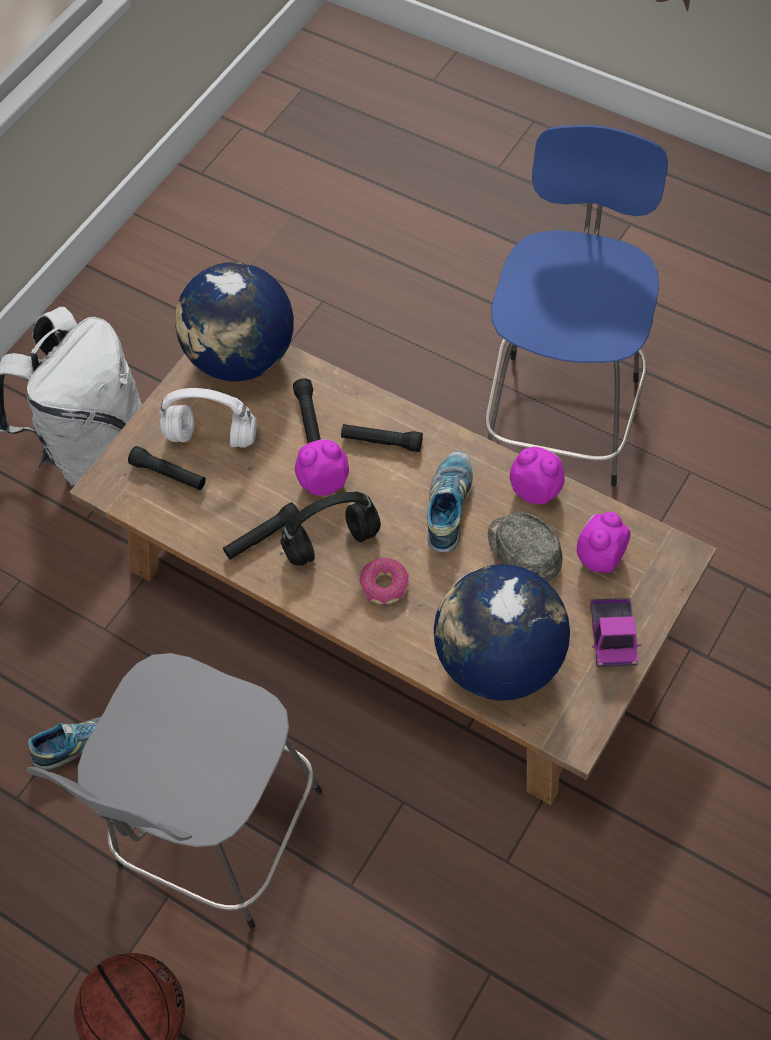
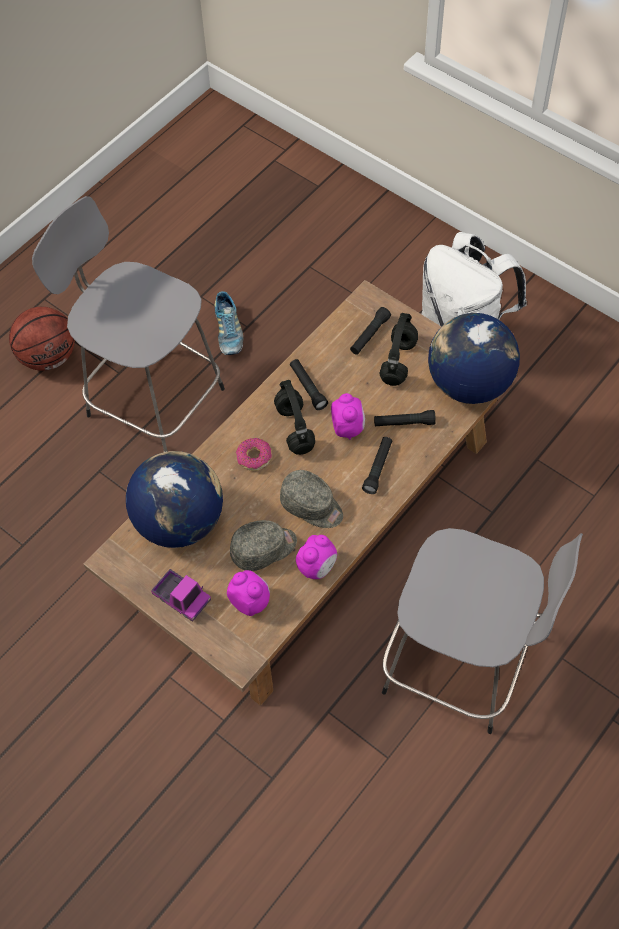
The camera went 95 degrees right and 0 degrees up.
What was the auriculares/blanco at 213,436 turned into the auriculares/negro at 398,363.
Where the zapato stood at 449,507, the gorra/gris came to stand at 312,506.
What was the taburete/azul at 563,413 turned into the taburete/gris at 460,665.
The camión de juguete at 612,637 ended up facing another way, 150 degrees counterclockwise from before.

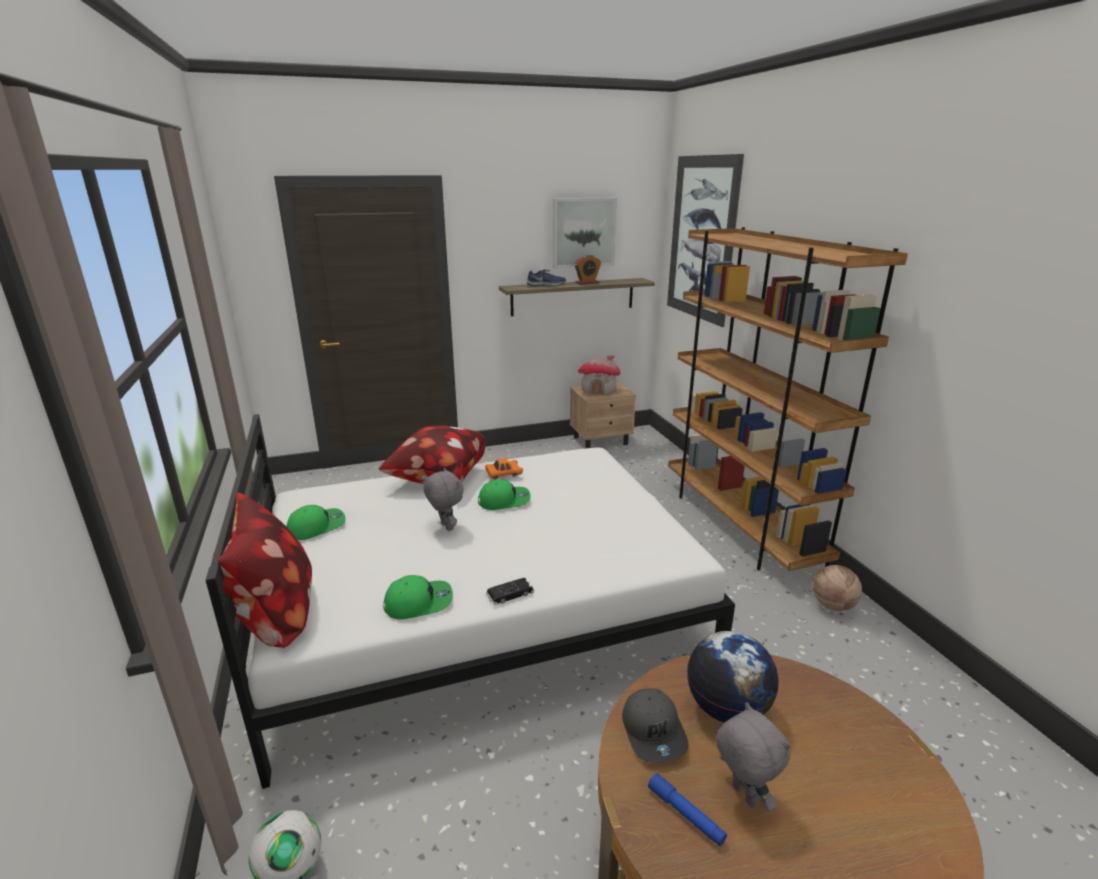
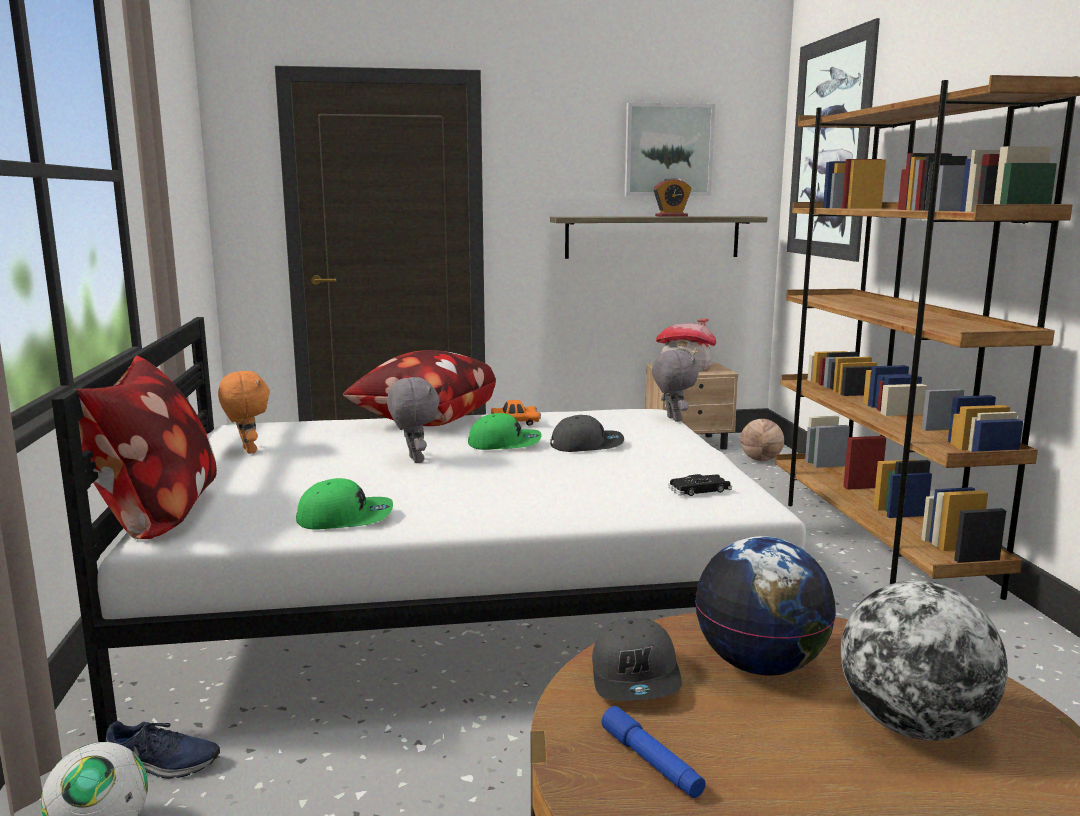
The camera went 10 degrees right and 10 degrees down.
Where the gorra/verde stood at 316,526, the peluche/naranja came to stand at 247,450.
The coche de juguete/negro ended up elsewhere, having gone from 510,594 to 699,490.
The zapato/azul ended up elsewhere, having gone from 546,285 to 161,765.
The peluche/gris ended up elsewhere, having gone from 742,795 to 672,419.
The balón de baloncesto ended up elsewhere, having gone from 832,605 to 760,460.
The second view gained the gorra/gris at 587,445.
The second view gained the globo terráqueo at 913,726.

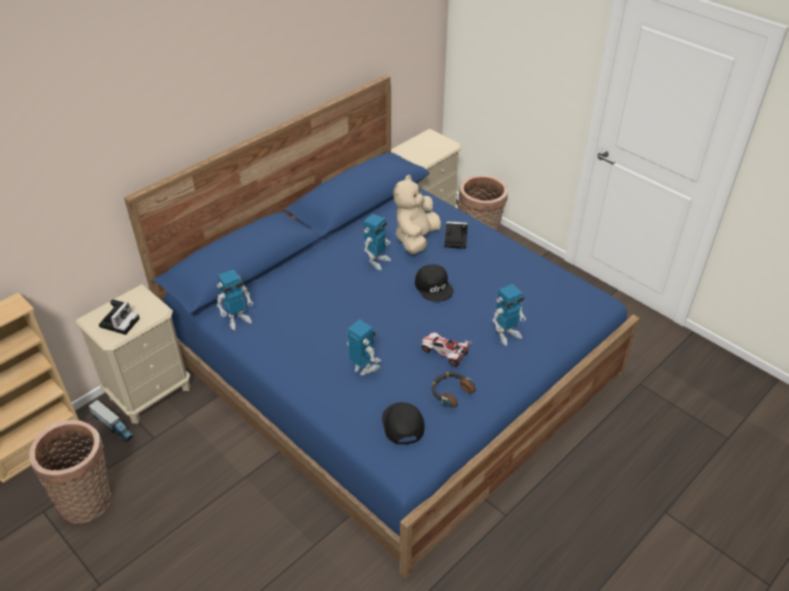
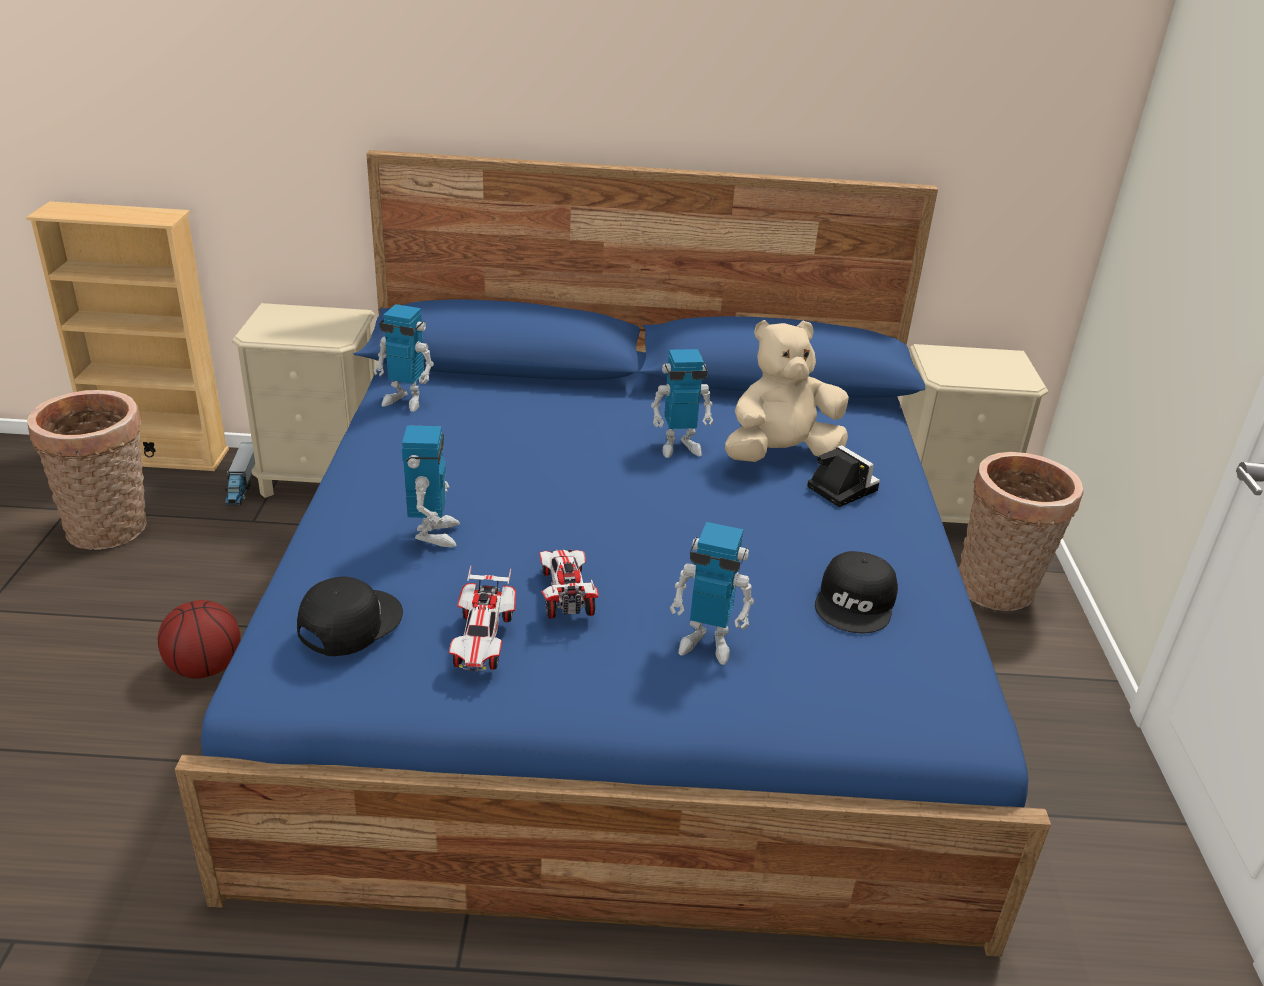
The camera went 45 degrees right and 10 degrees down.
The second view lost the cámara at 120,321.
The gorra/negro ended up elsewhere, having gone from 434,287 to 856,602.
Where the auriculares stood at 451,391, the coche de juguete came to stand at 483,640.
The second view gained the balón de baloncesto at 204,667.

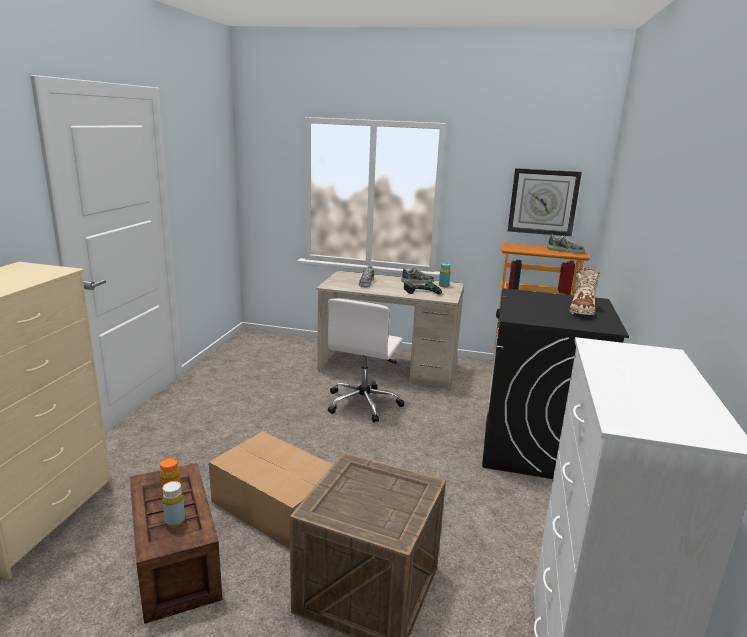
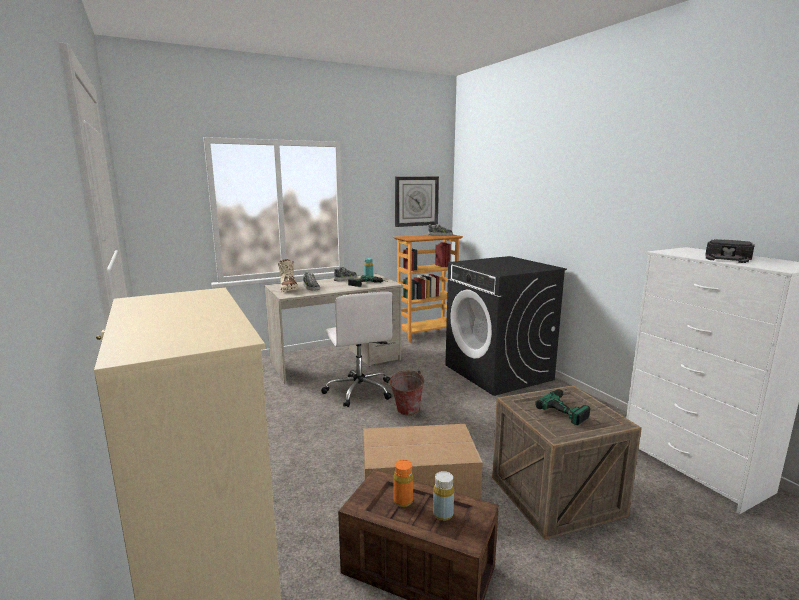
The camera went 40 degrees left and 5 degrees down.
The bota/beis ended up elsewhere, having gone from 582,310 to 288,289.
The second view gained the cubo at 405,412.
The second view gained the taladro at 568,407.
The second view gained the gorra/negro at 728,258.

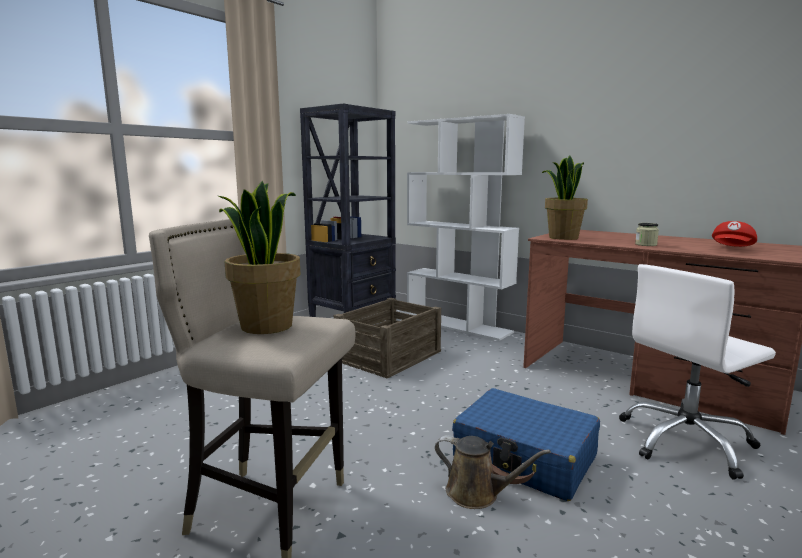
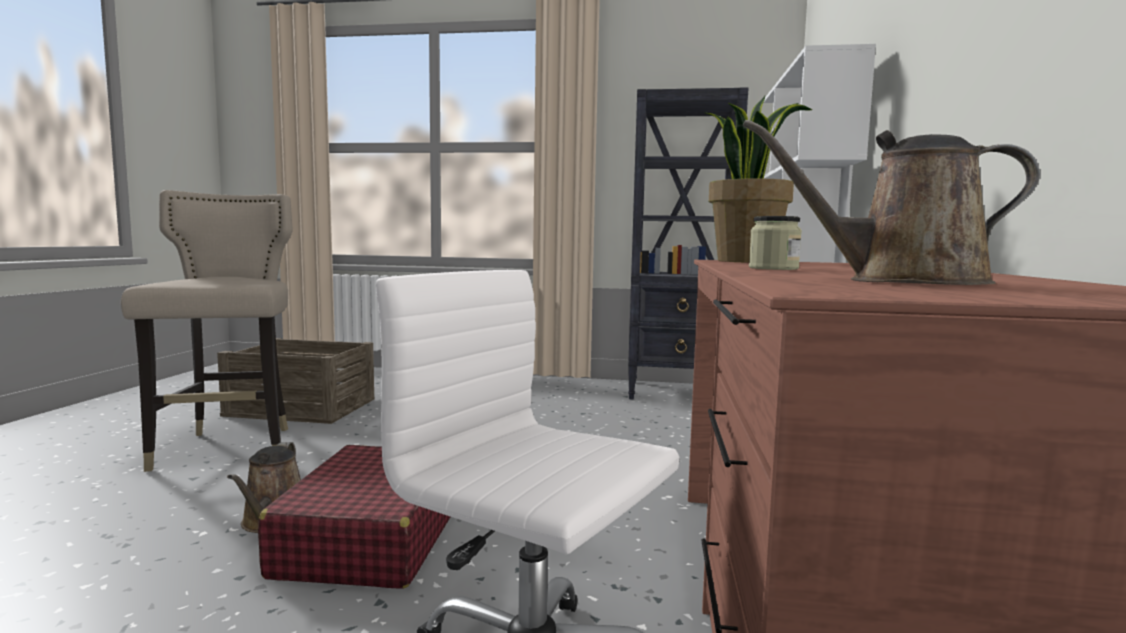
The camera went 60 degrees right and 5 degrees down.
The second view lost the planta en maceta at 266,326.
The caja de embalaje ended up elsewhere, having gone from 388,356 to 301,407.
What was the maleta/azul at 525,458 turned into the maleta/rojo at 372,538.
Where the gorra/rojo stood at 732,248, the regadera/marrón came to stand at 901,281.

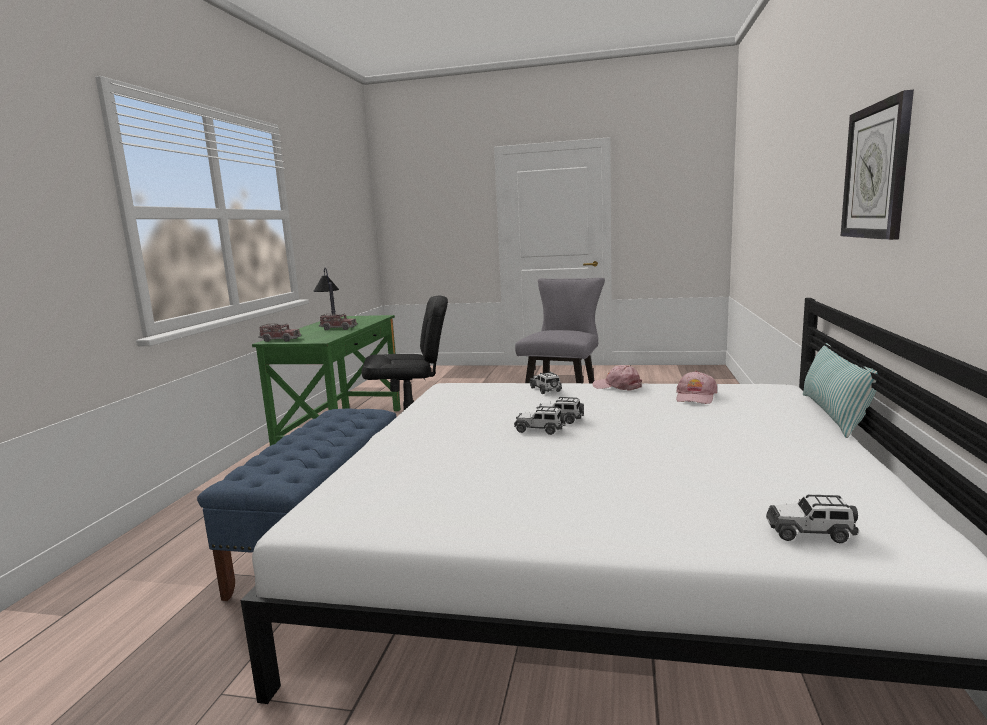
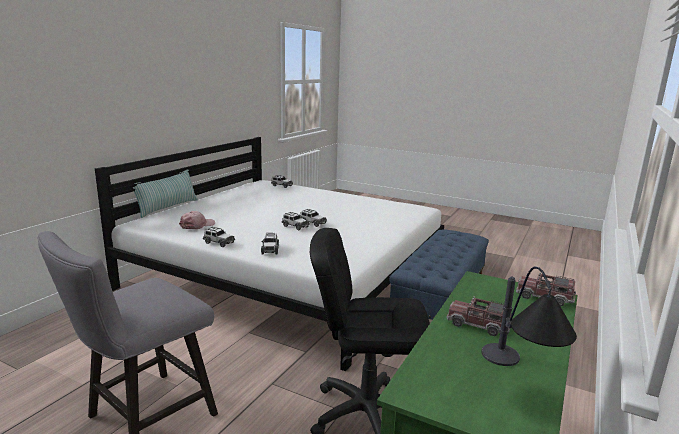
The camera went 165 degrees left and 5 degrees up.
Where the gorra/rosa stood at 617,386, the coche de juguete came to stand at 218,243.
The second view lost the reloj de pared at 876,171.

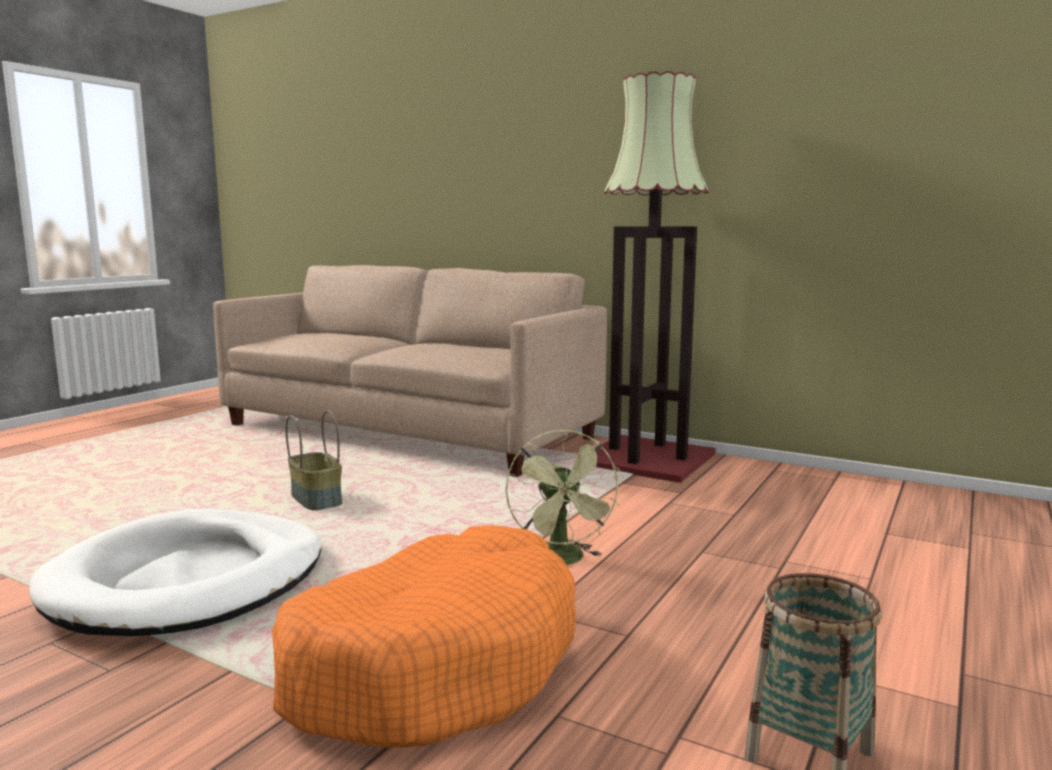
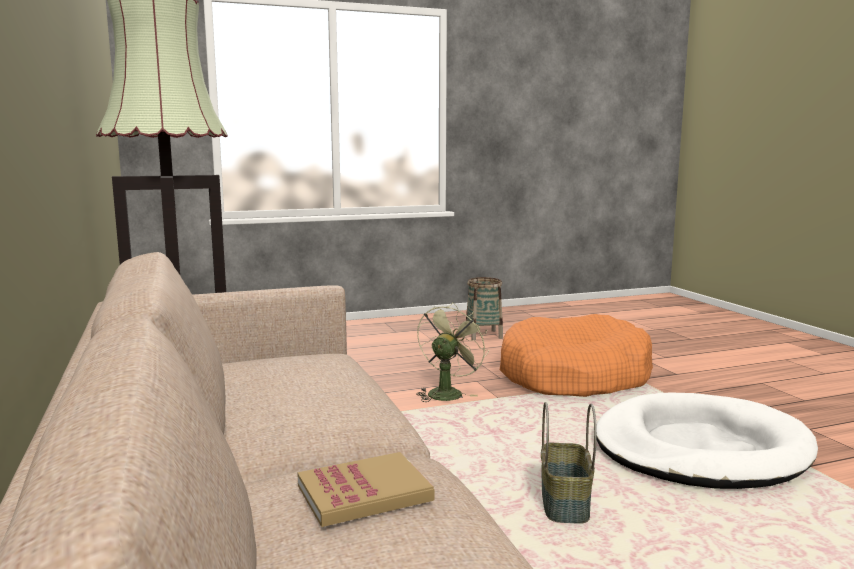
The camera went 140 degrees left and 0 degrees up.
The second view gained the libro at 364,493.

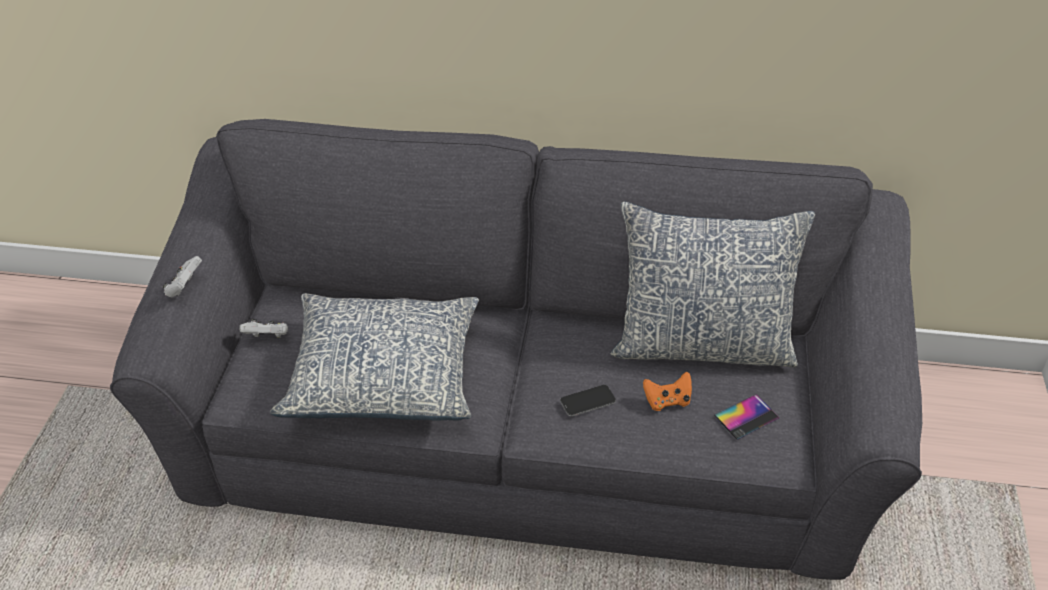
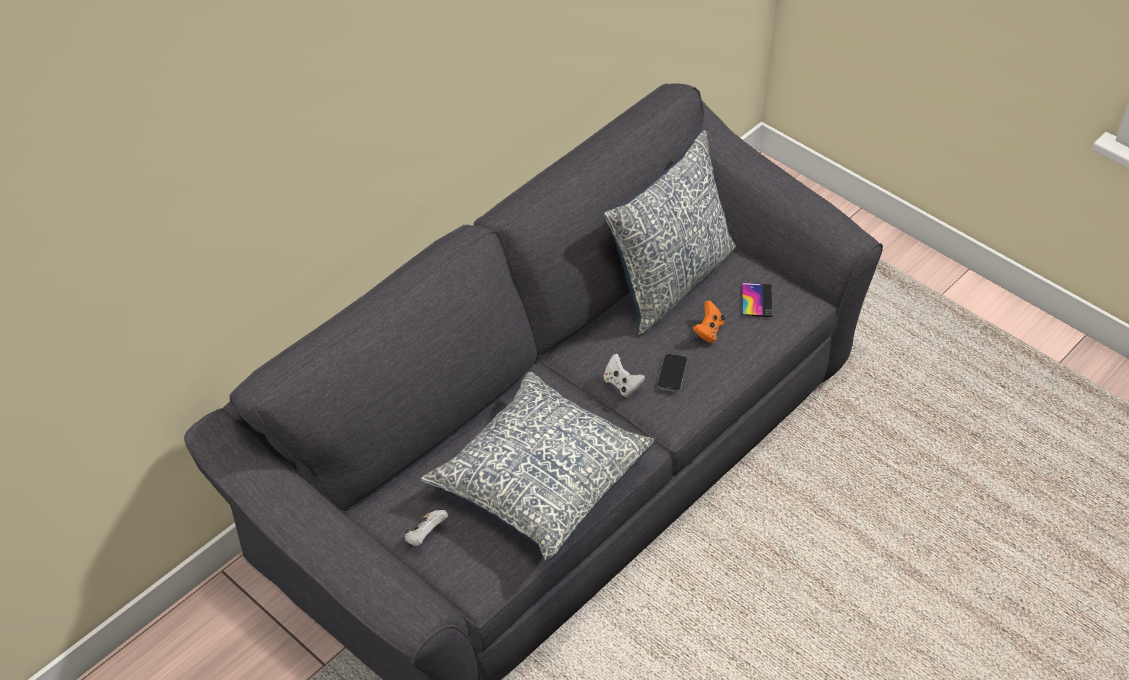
The camera went 55 degrees left and 5 degrees up.
The mando de consola/blanco ended up elsewhere, having gone from 184,288 to 622,384.

